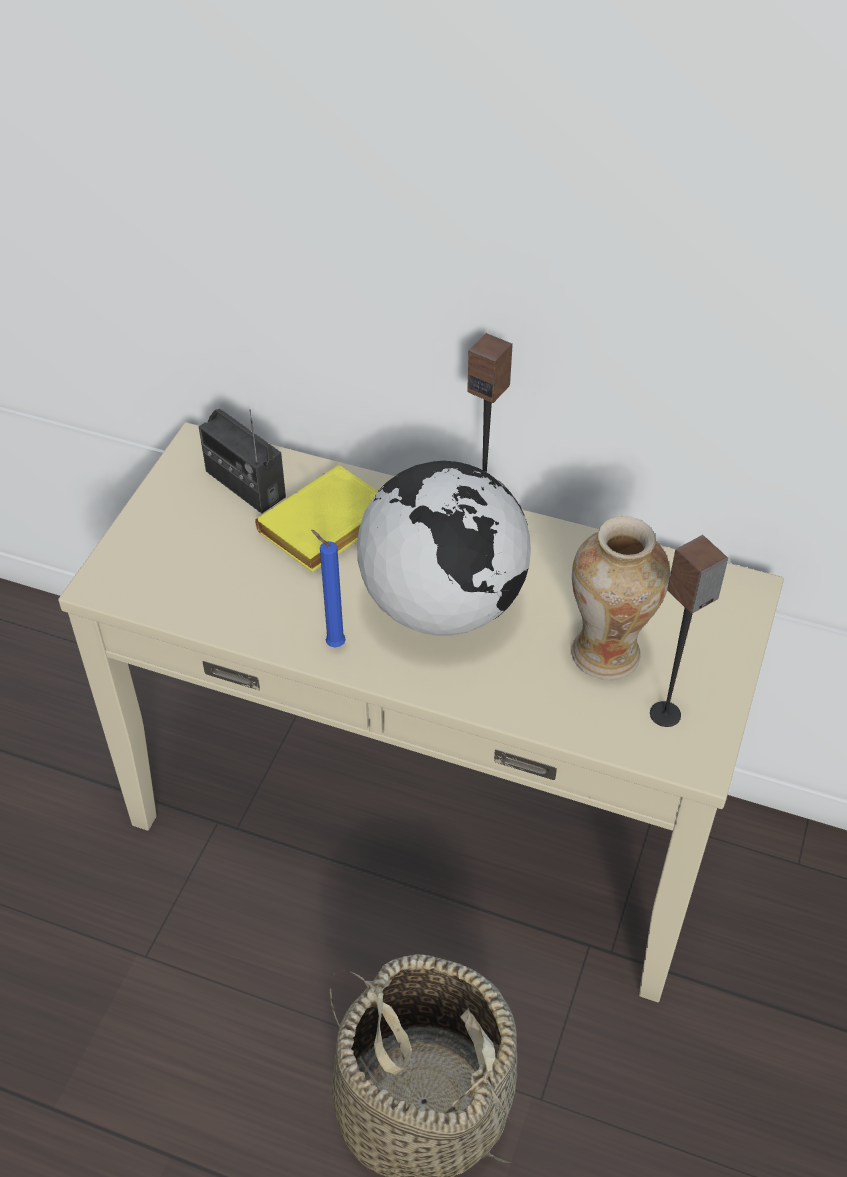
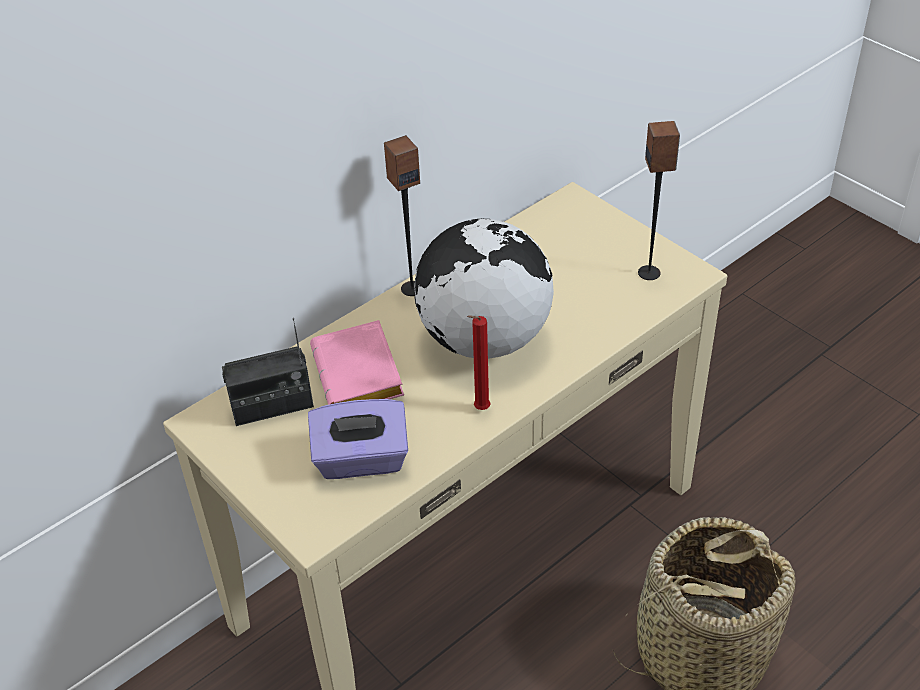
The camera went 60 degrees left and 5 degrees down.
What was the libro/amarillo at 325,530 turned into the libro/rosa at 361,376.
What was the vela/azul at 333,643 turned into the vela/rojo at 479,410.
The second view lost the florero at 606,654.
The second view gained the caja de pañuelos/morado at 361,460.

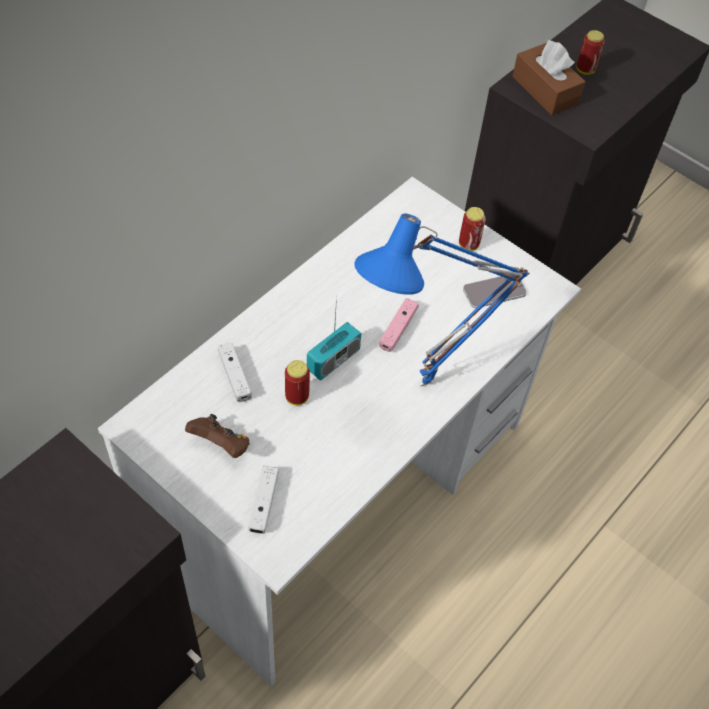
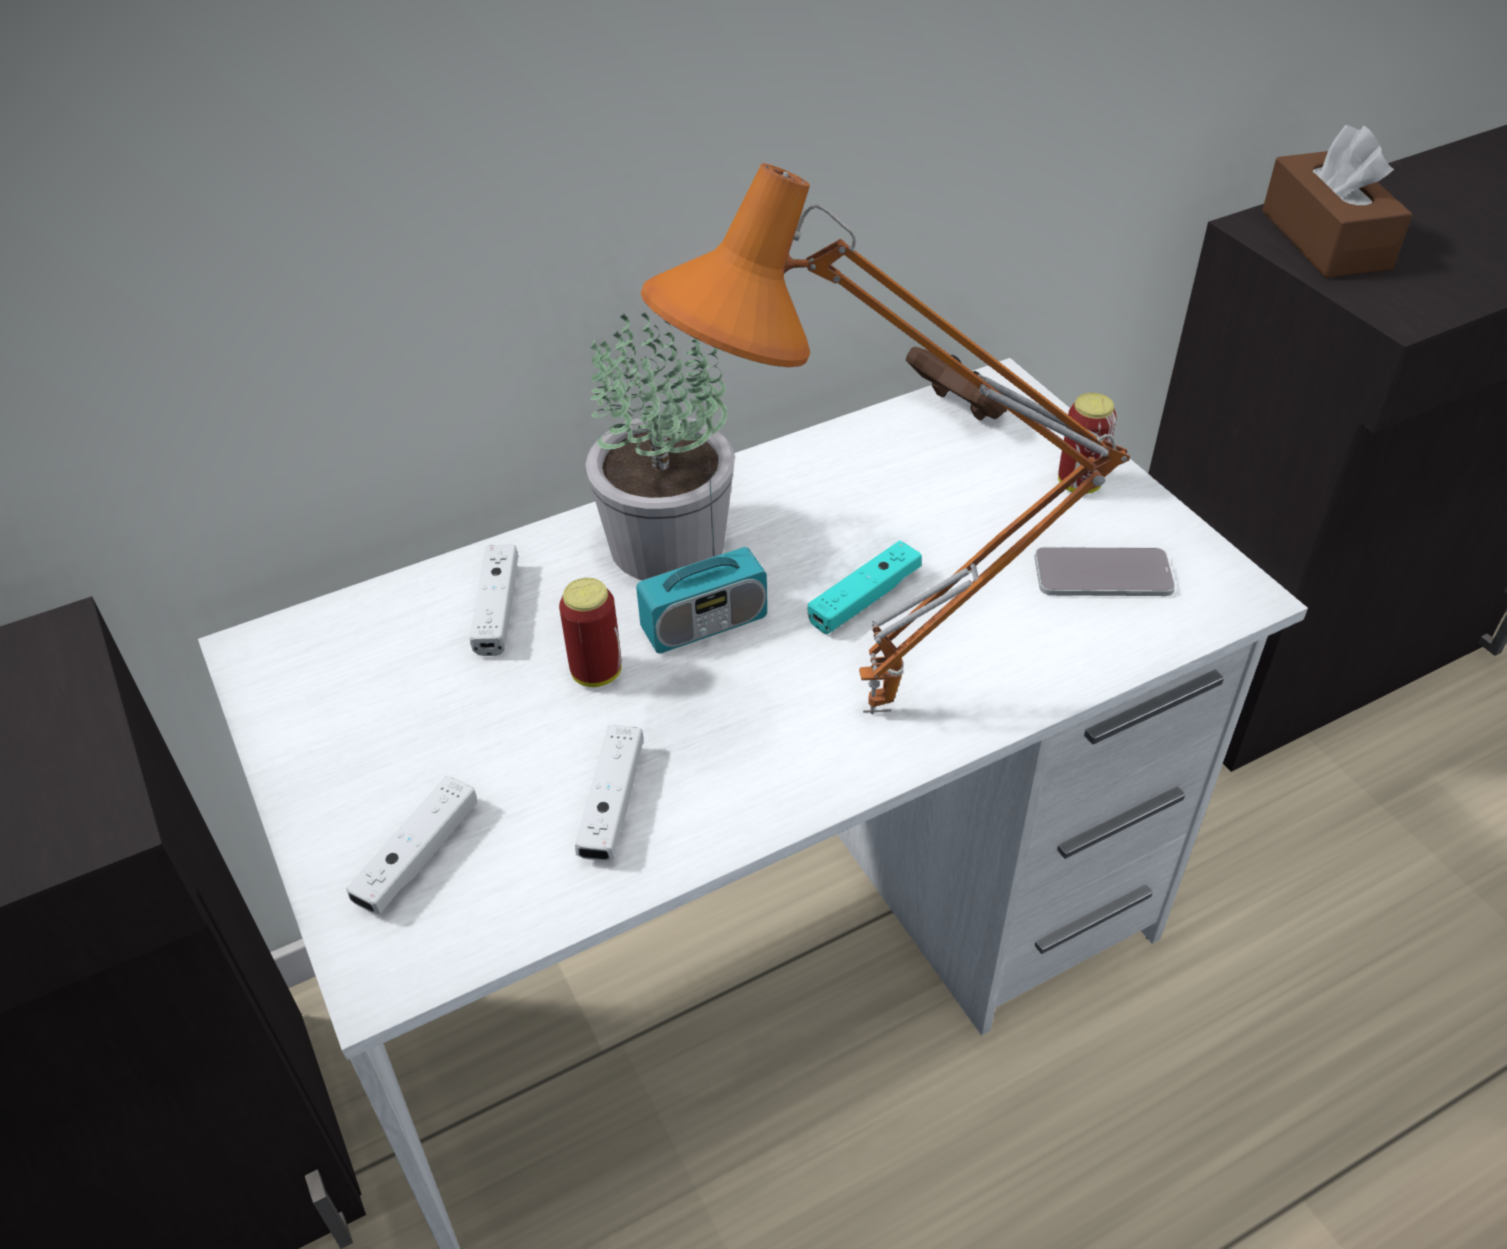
The camera went 25 degrees right and 10 degrees down.
The mando de consola/marrón ended up elsewhere, having gone from 221,445 to 958,409.
What was the lámpara de mesa/azul at 428,388 turned into the lámpara de mesa/naranja at 879,721.
What was the mando de consola/rosa at 398,329 turned into the mando de consola/turquesa at 864,598.
The second view lost the lata at 585,70.
The second view gained the mando de consola/blanco at 612,804.
The second view gained the planta en maceta at 666,546.

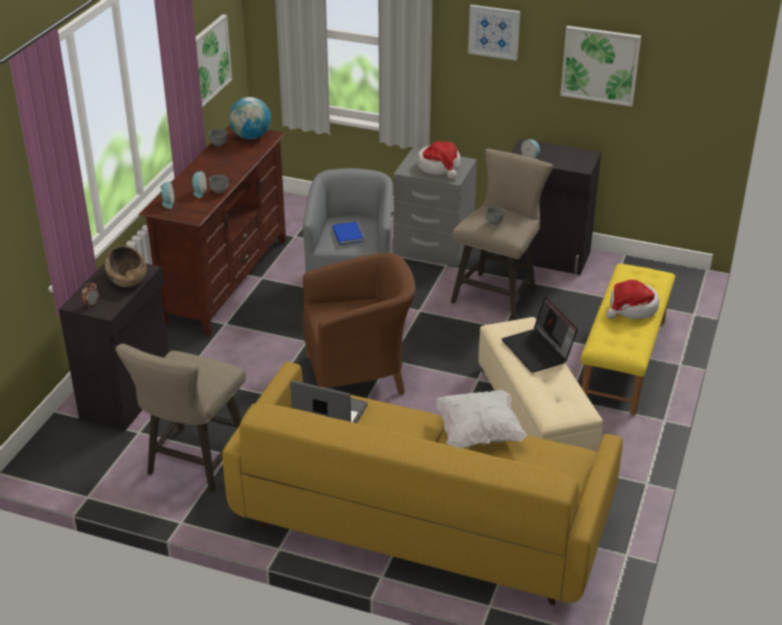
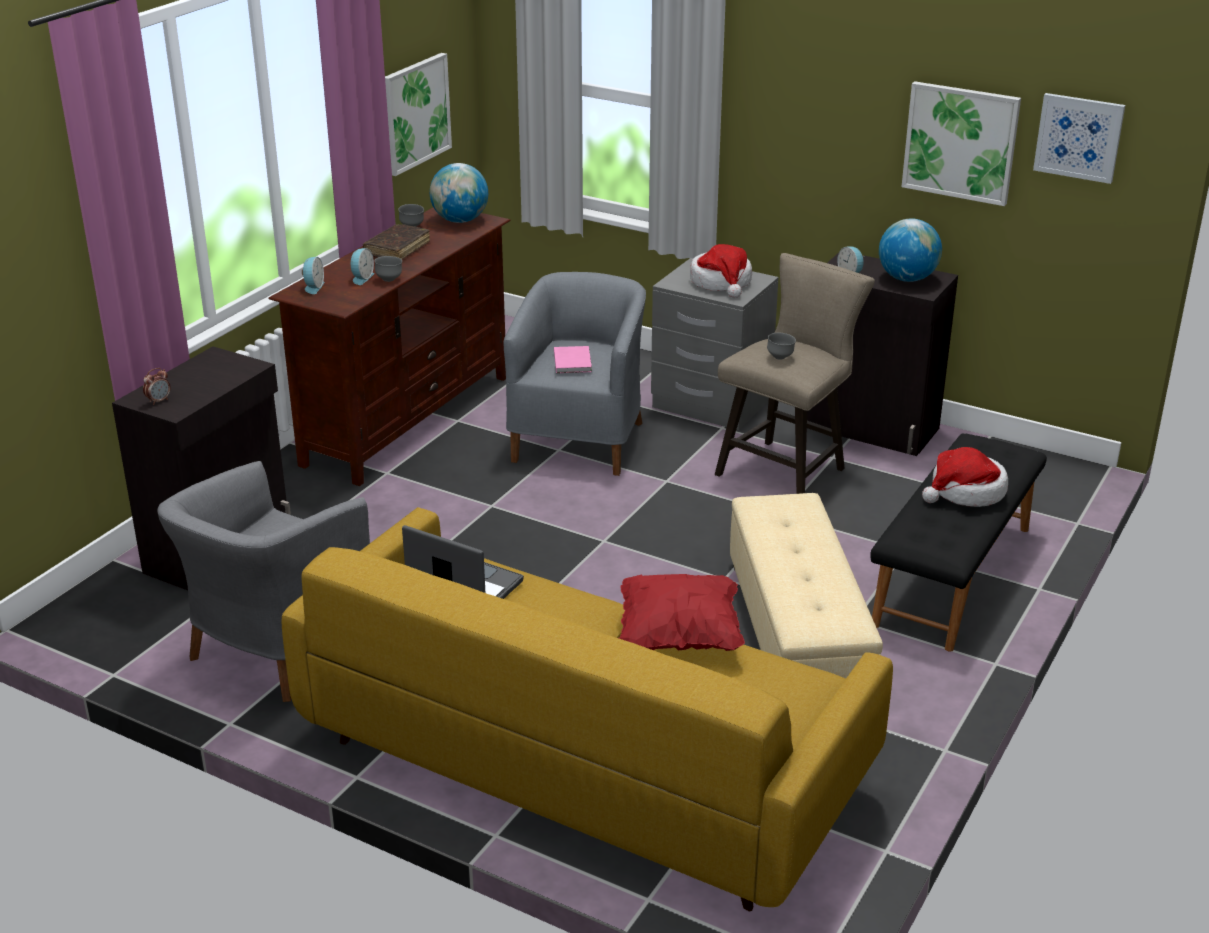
The camera went 10 degrees right and 5 degrees down.
The second view lost the cuenco/marrón at 127,278.
Where the taburete/beis stood at 194,465, the sillón/gris came to stand at 277,649.
The second view lost the sillón/marrón at 360,374.
What was the libro/azul at 348,234 turned into the libro/rosa at 573,361.
What was the cojín/blanco at 479,433 turned into the cojín/rojo at 679,636.
The cuadro ended up elsewhere, having gone from 494,31 to 1079,137.
The second view lost the portátil at 538,351.
What was the banco/amarillo at 624,361 turned into the banco/negro at 954,576.
The second view gained the libro/marrón at 397,249.
The second view gained the globo terráqueo at 907,279.

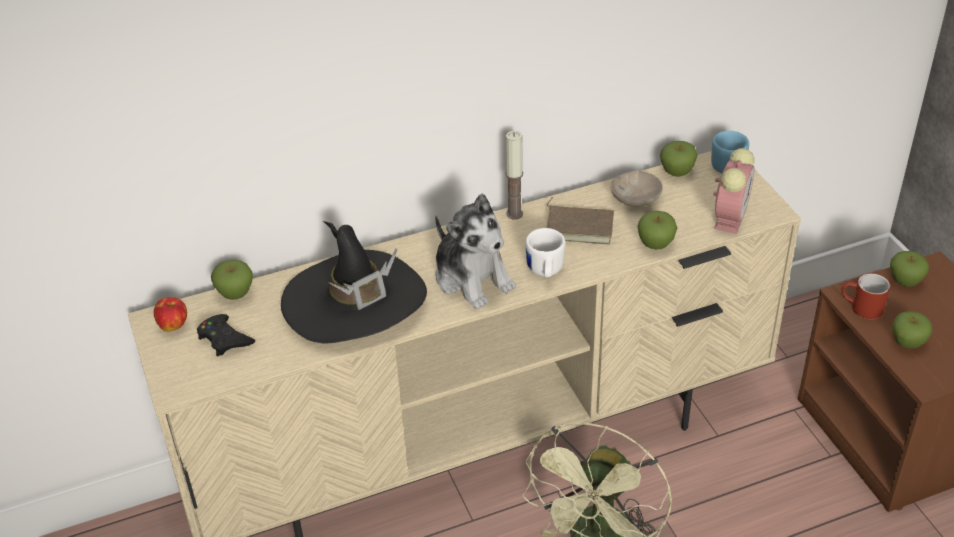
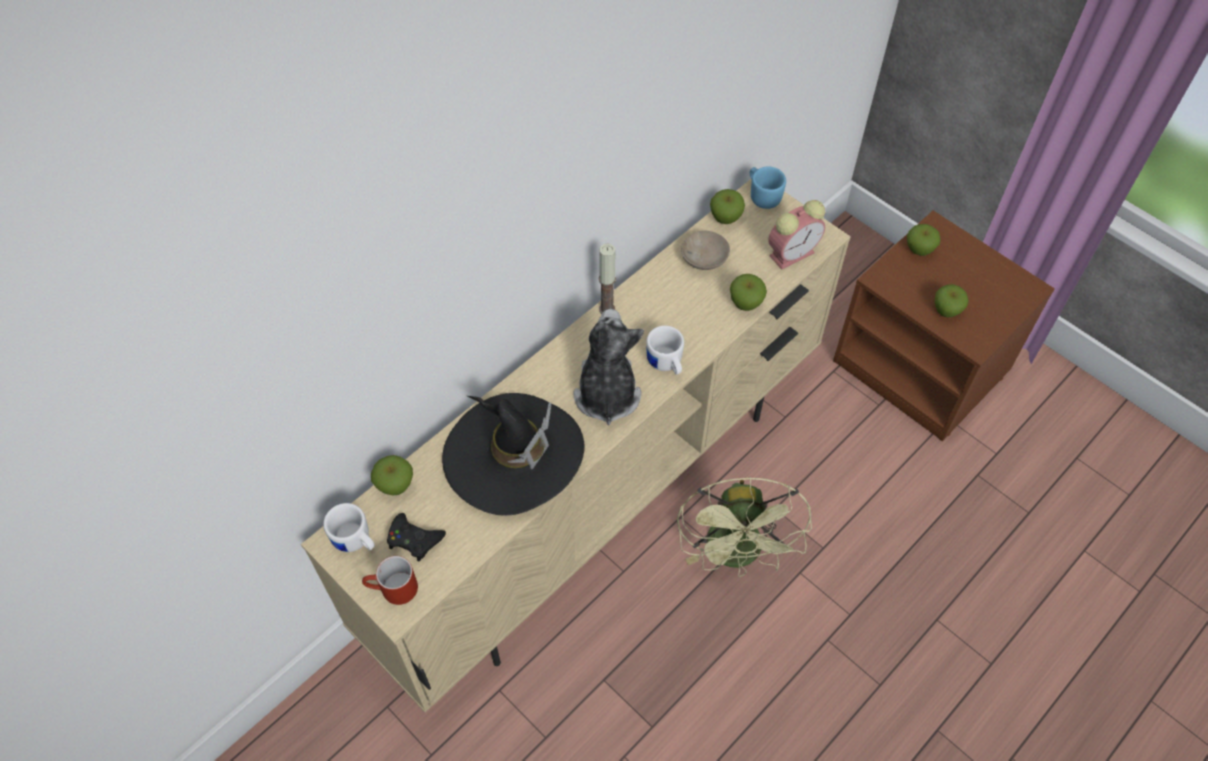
The camera went 25 degrees left and 15 degrees up.
Where the manzana stood at 173,325, the taza grande/blanco came to stand at 355,541.
The peluche at 472,278 ended up facing another way, 120 degrees counterclockwise from before.
The second view lost the libro/marrón at 580,226.
The despertador at 730,216 ended up facing another way, 60 degrees clockwise from before.
The taza grande/rojo ended up elsewhere, having gone from 860,308 to 392,590.

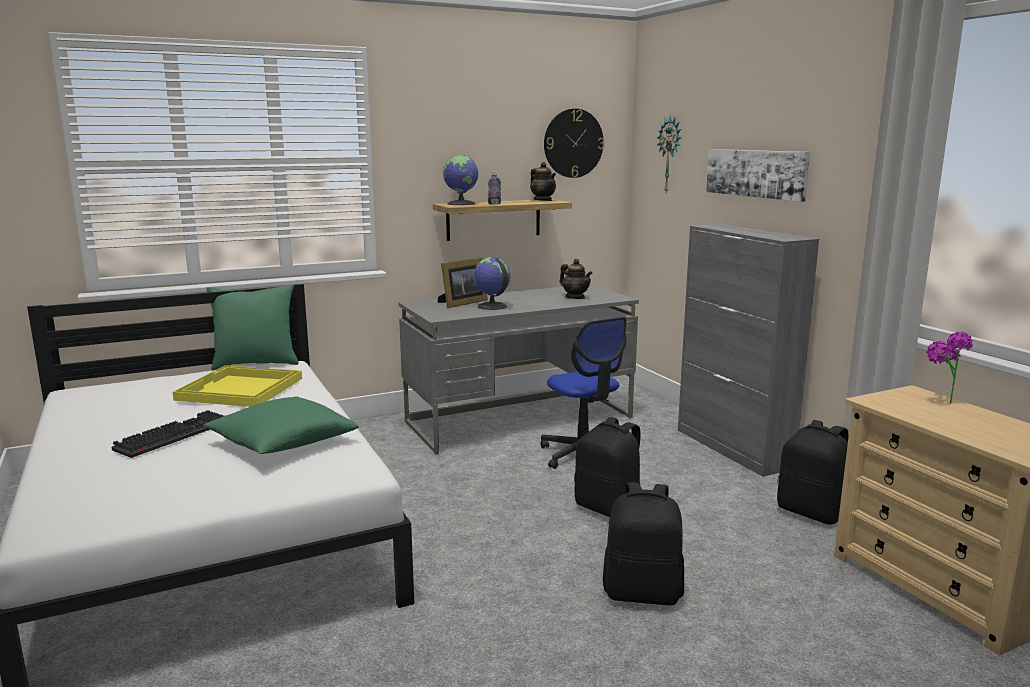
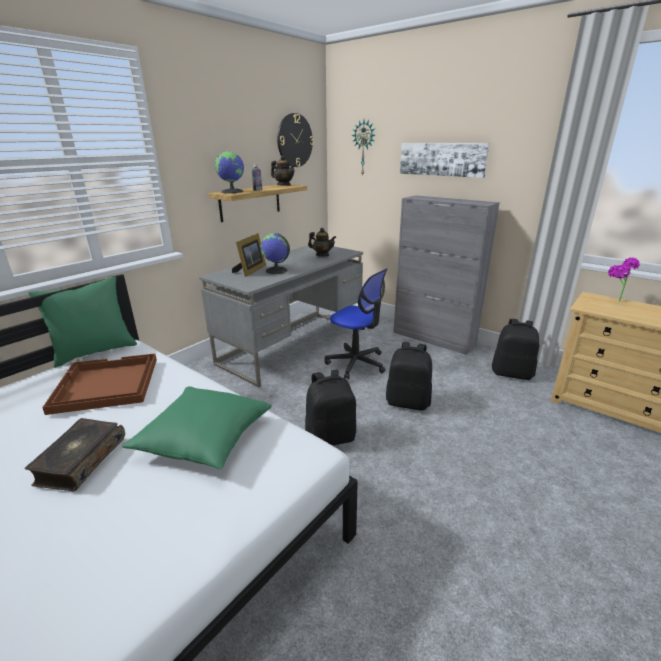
The camera went 25 degrees left and 10 degrees up.
Where the teclado stood at 173,435, the libro came to stand at 81,461.
What was the bandeja/amarillo at 239,389 turned into the bandeja/marrón at 105,385.
The mochila/negro ended up elsewhere, having gone from 643,592 to 331,437.

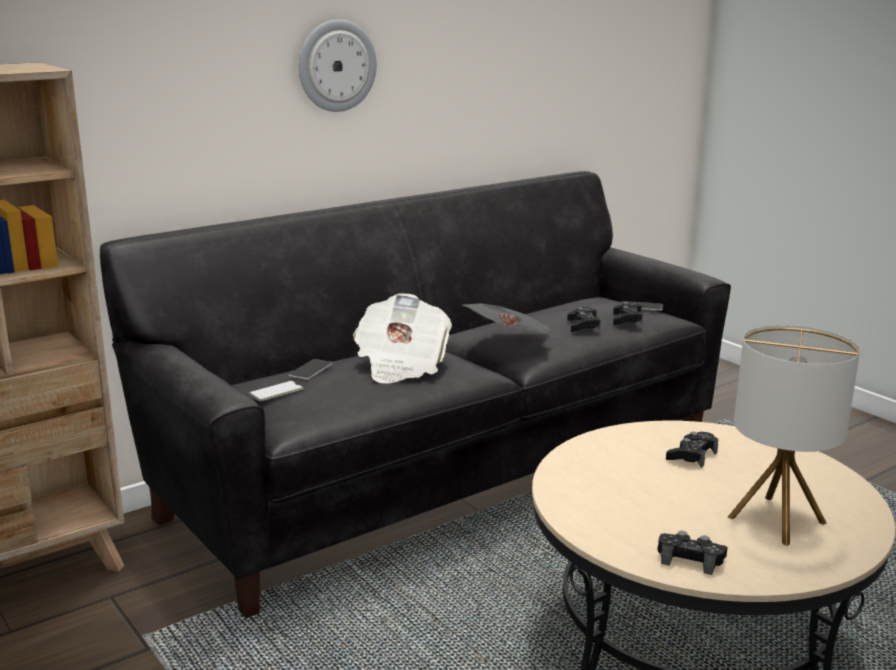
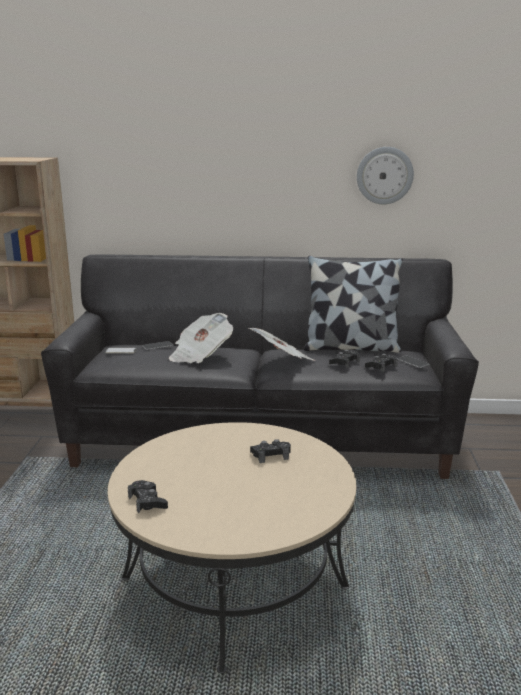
The camera went 40 degrees right and 0 degrees up.
The reloj de pared ended up elsewhere, having gone from 336,66 to 384,175.
The second view lost the lámpara de mesa at 777,520.
The second view gained the cojín at 351,347.

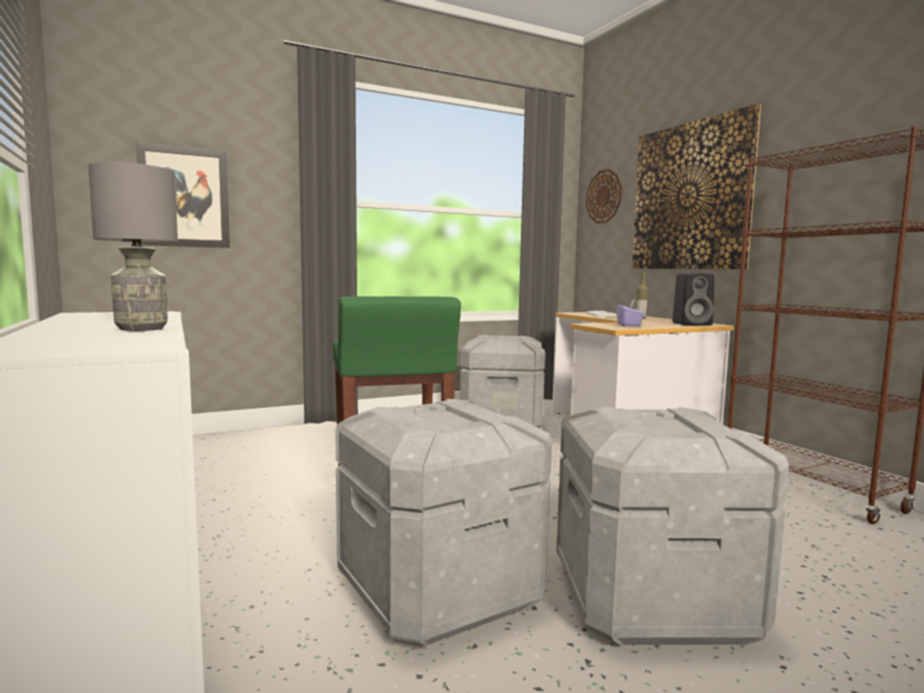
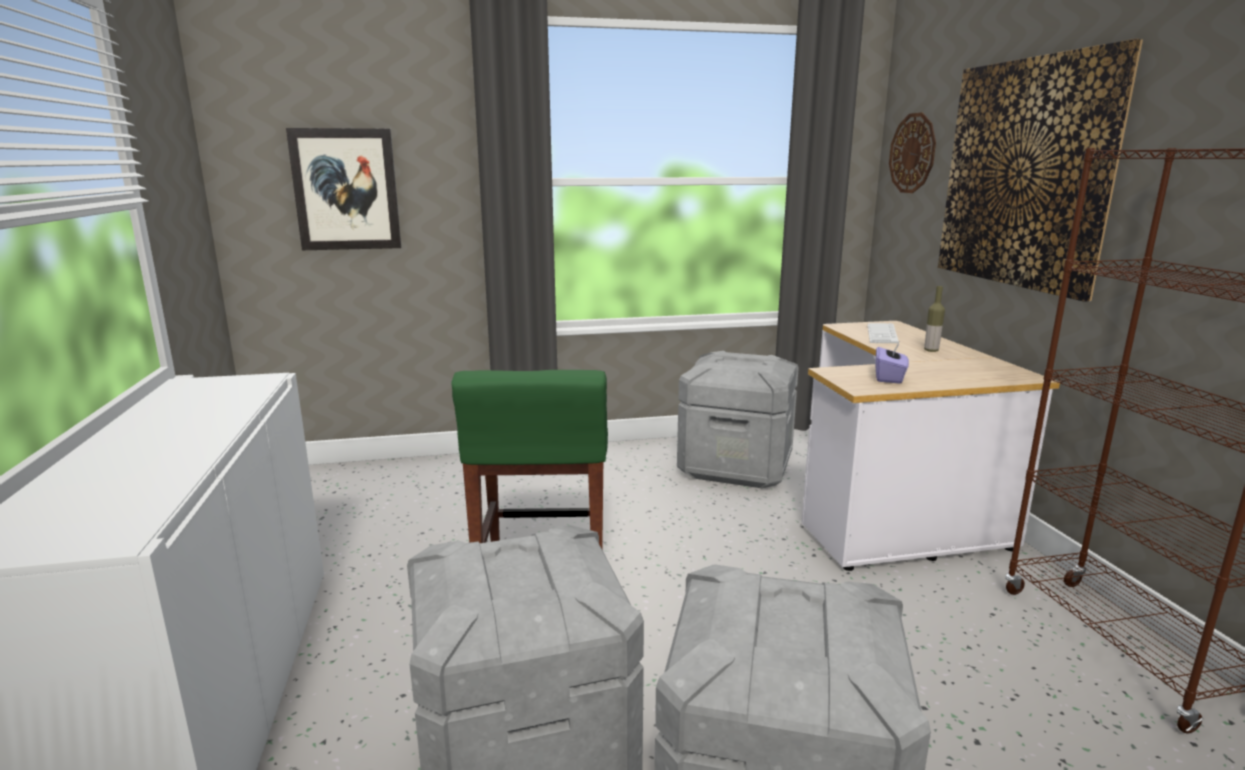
The camera went 15 degrees right and 10 degrees up.
The second view lost the lámpara de mesa/gris at 142,329.
The second view lost the altavoz/negro at 693,324.

